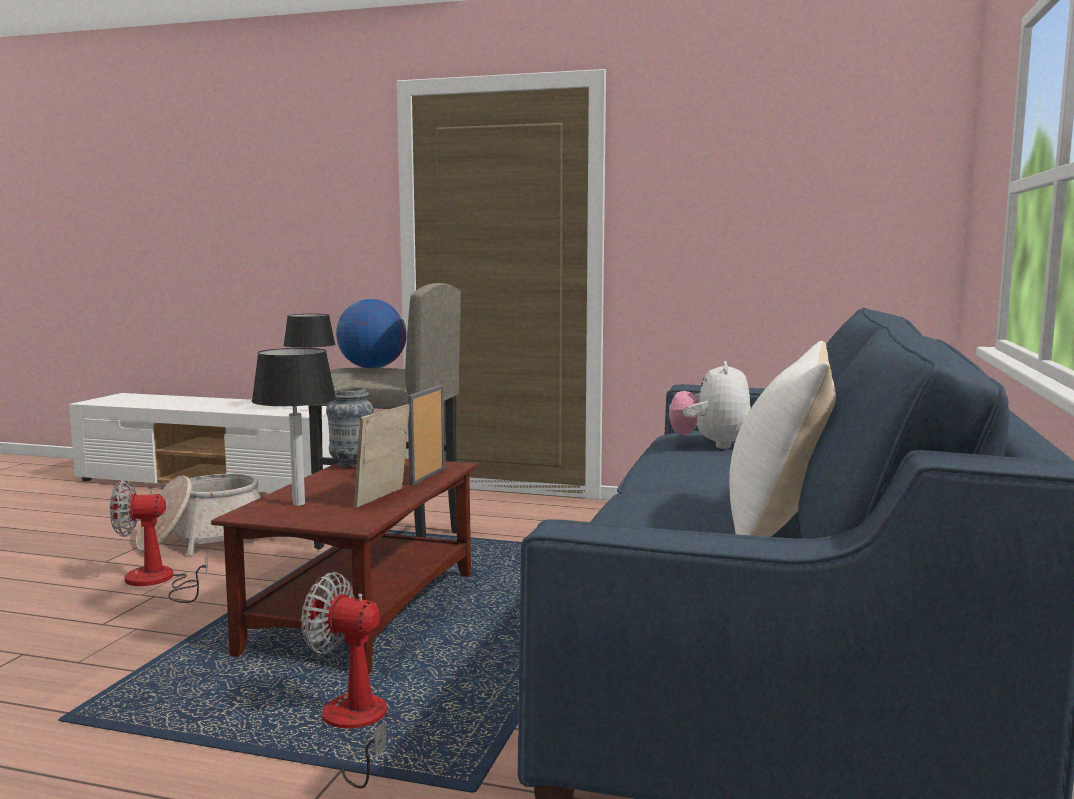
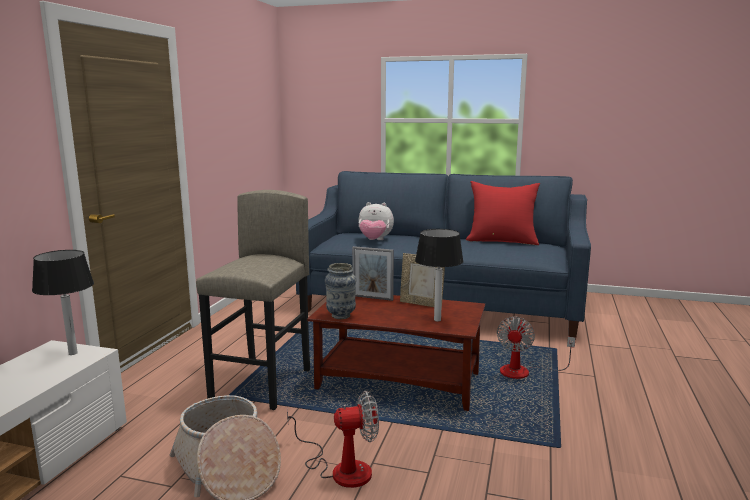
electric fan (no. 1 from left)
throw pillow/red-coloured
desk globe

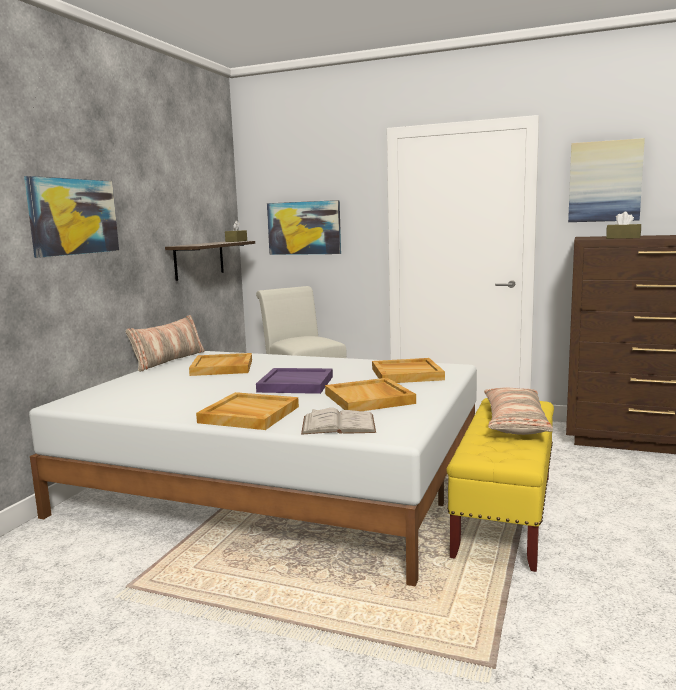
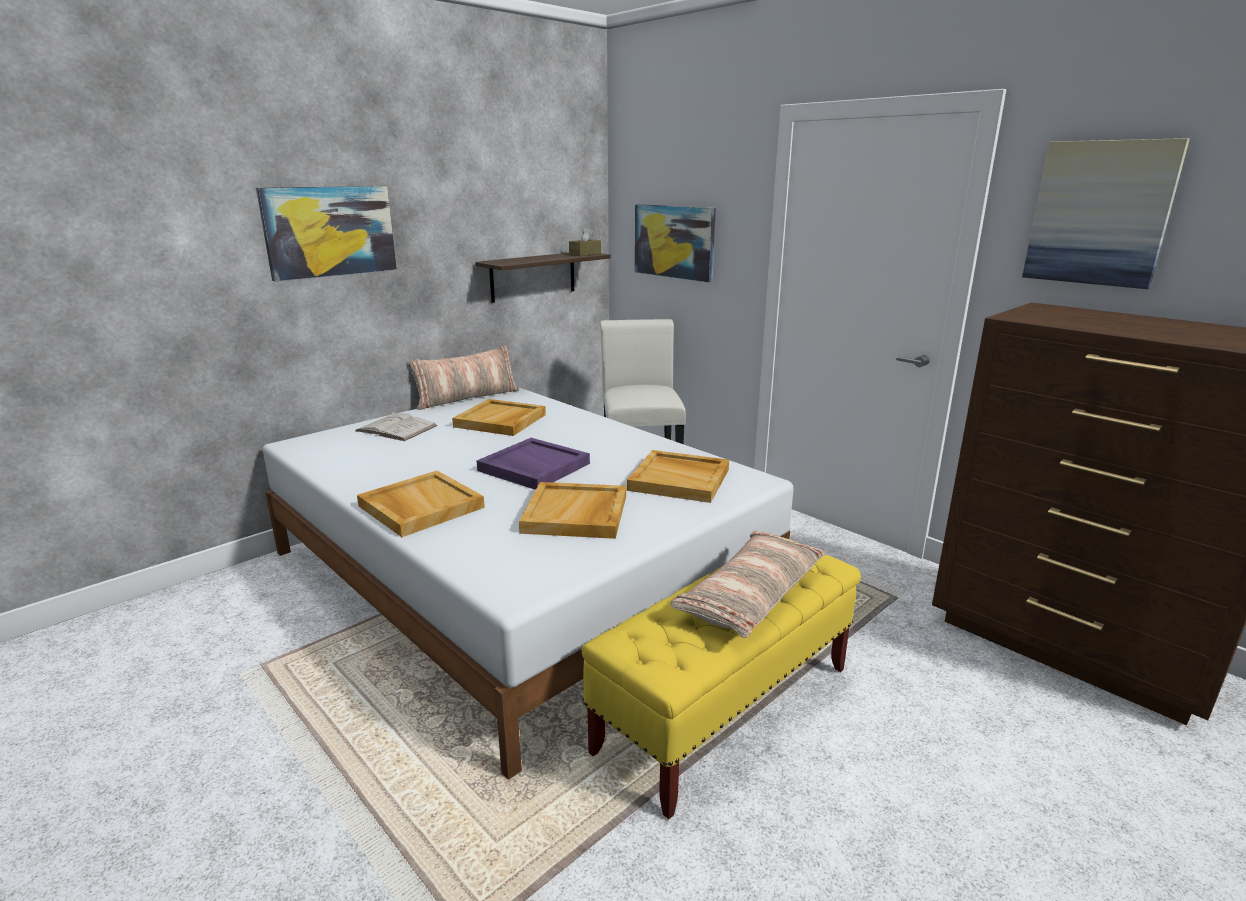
bound book/white-coloured
tissue box/brown (no. 2 from left in the first image)

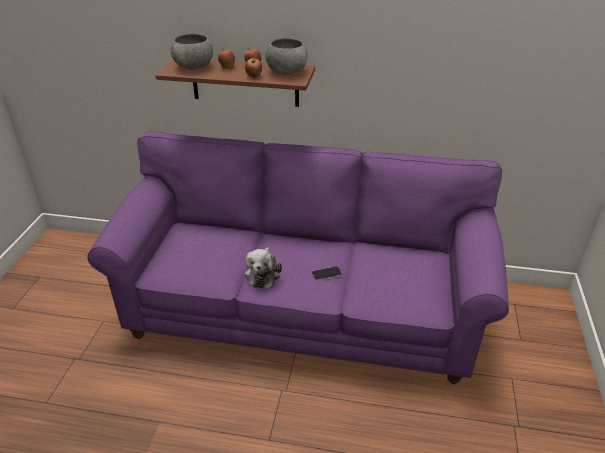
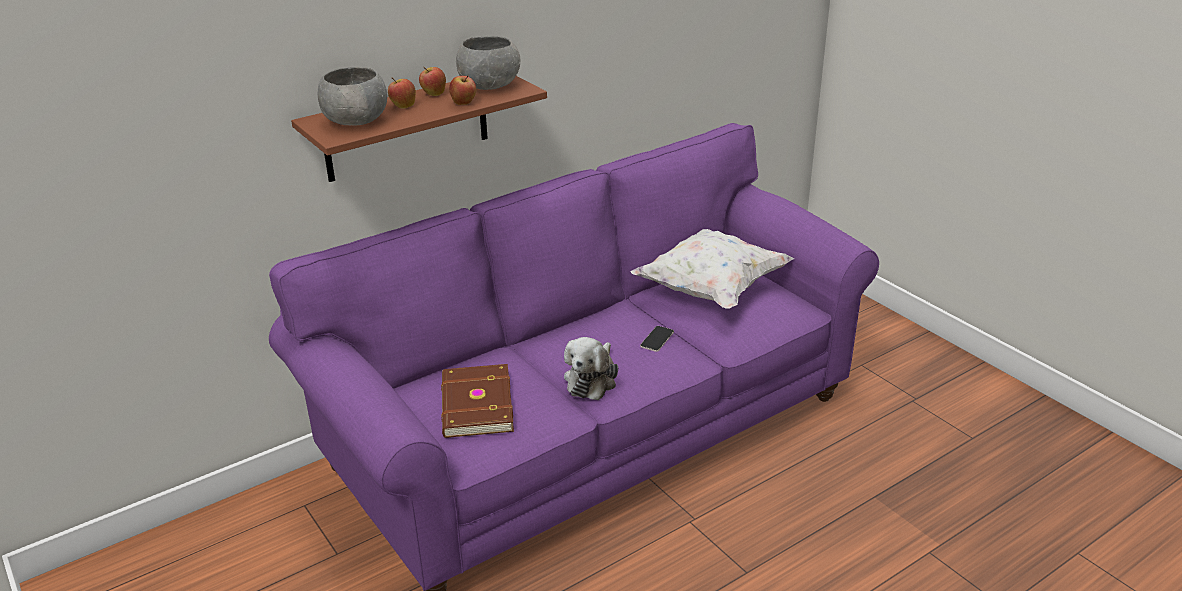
bound book/brown
cuddly toy
throw pillow/white-coloured

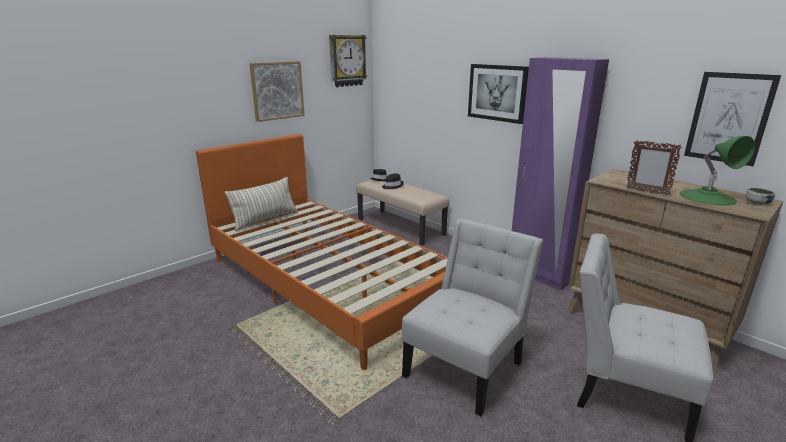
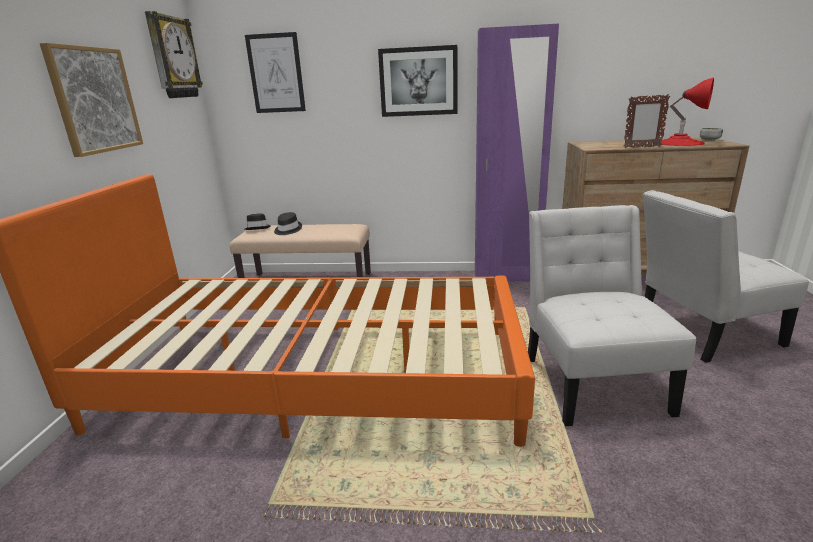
wall art (no. 2 from left)
tabletop lamp/red-coloured
throw pillow

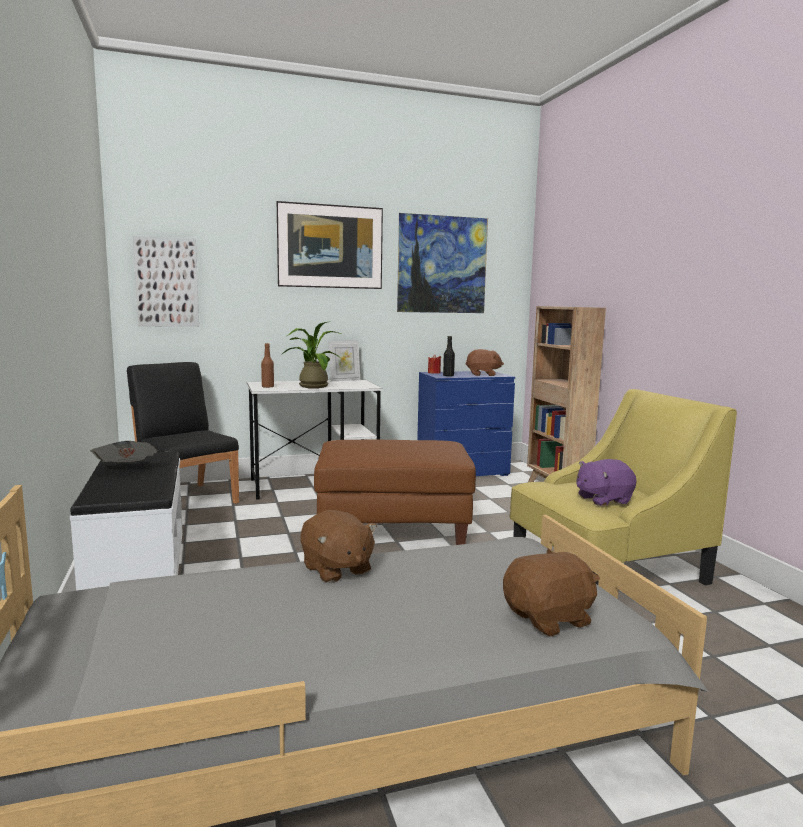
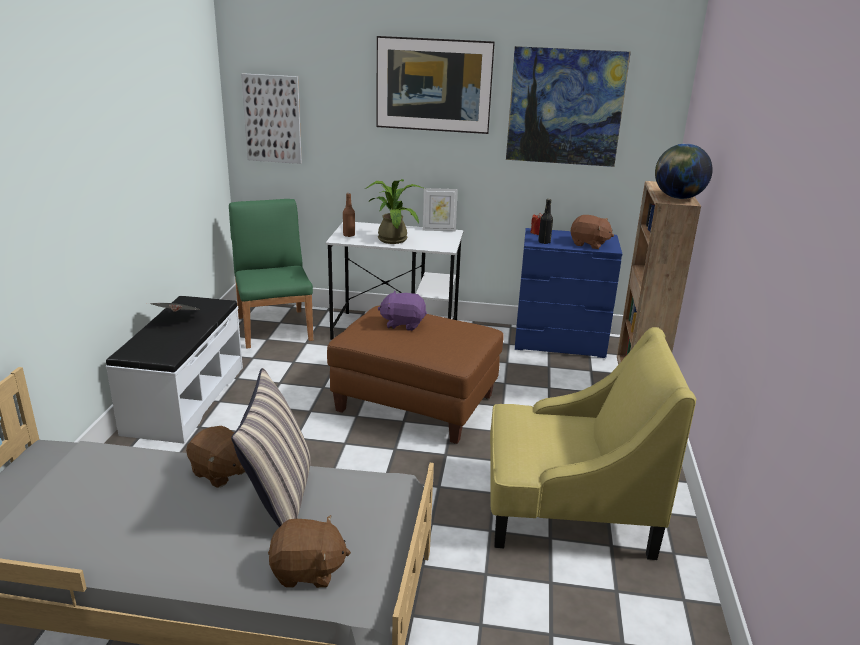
cuddly toy/brown (no. 1 from left)
chair/green-coloured
throw pillow
cuddly toy/purple-coloured
desk globe

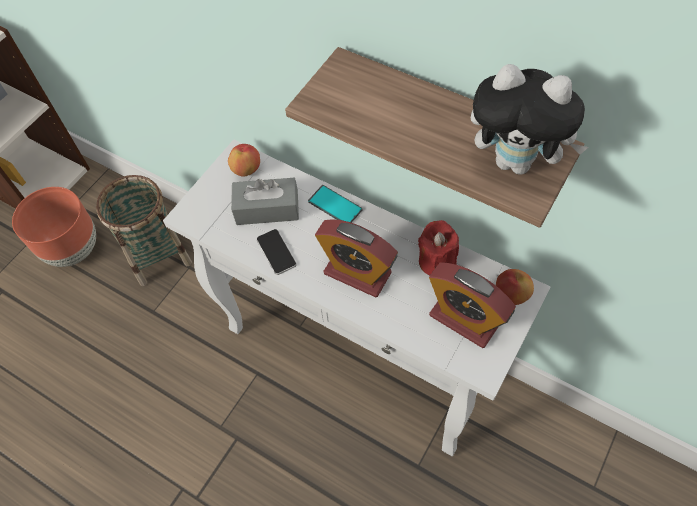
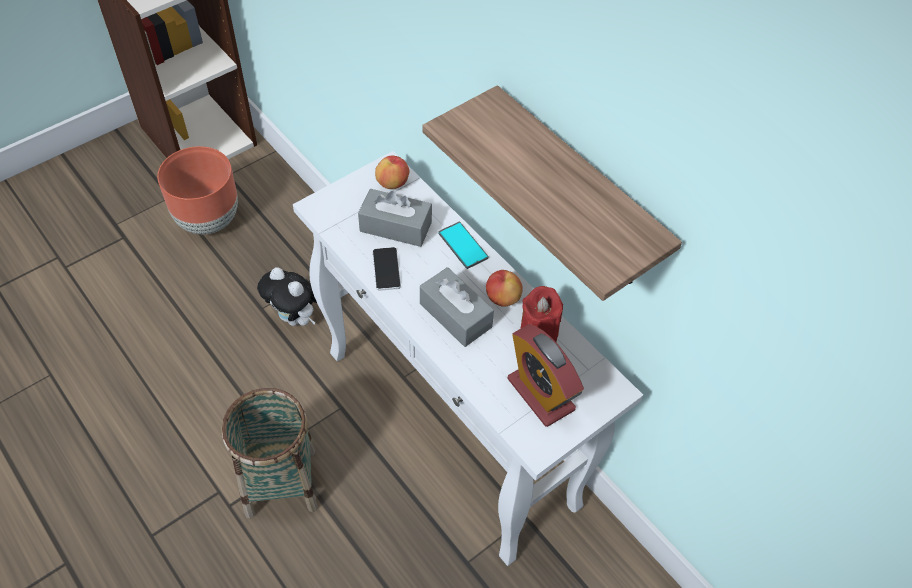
storage basket
cuddly toy
tissue box/greyish (no. 2 from left)
whole apple (no. 2 from left)

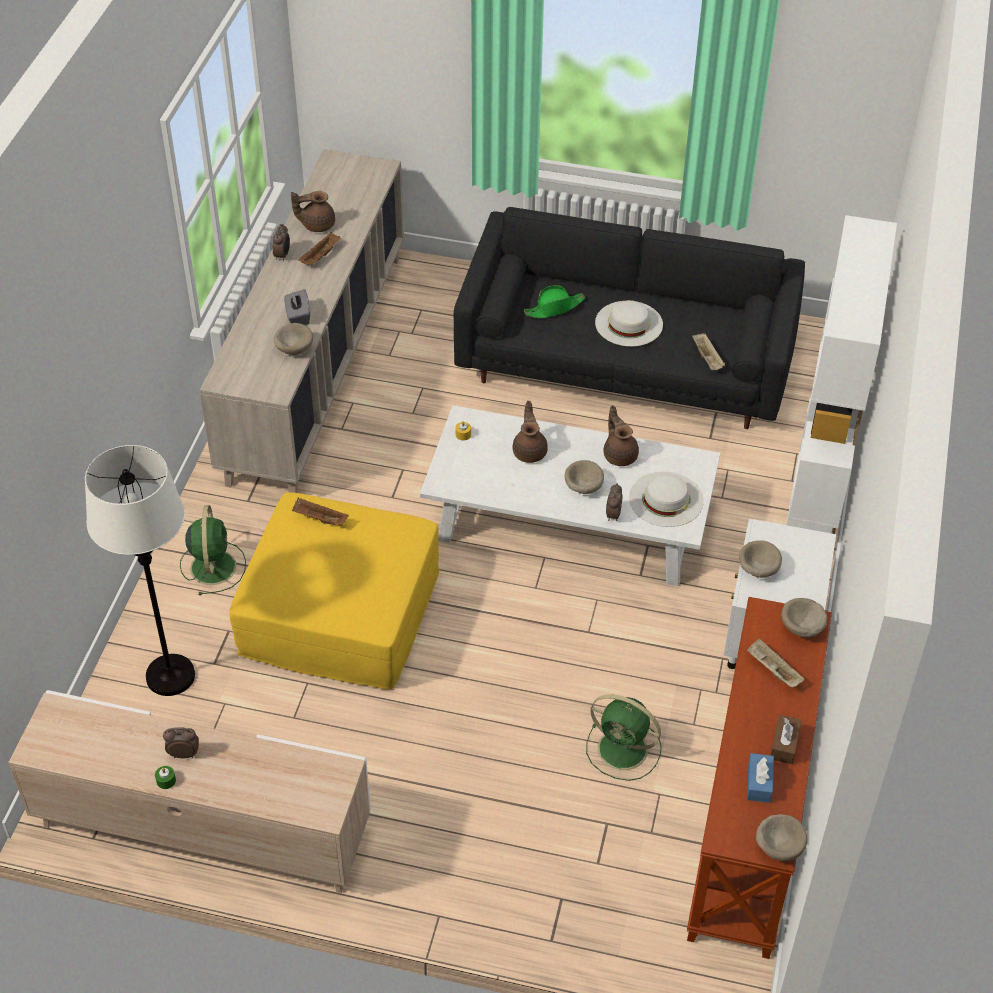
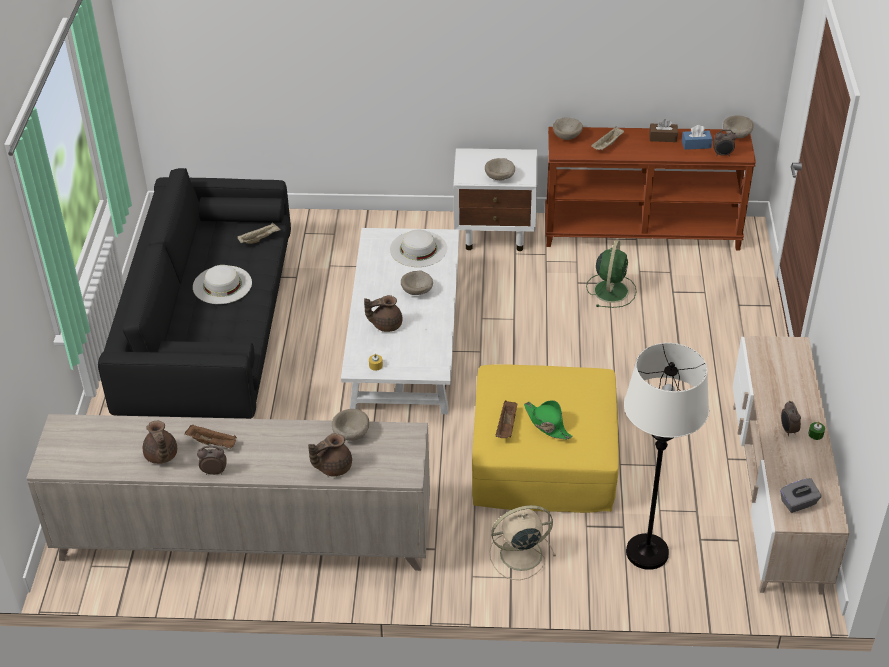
teapot/brown (no. 2 from left)
electric fan/sand-coloured
wearable hat/green-coloured
table clock (no. 2 from left)
tissue box/greyish
bookcase/white-coloured

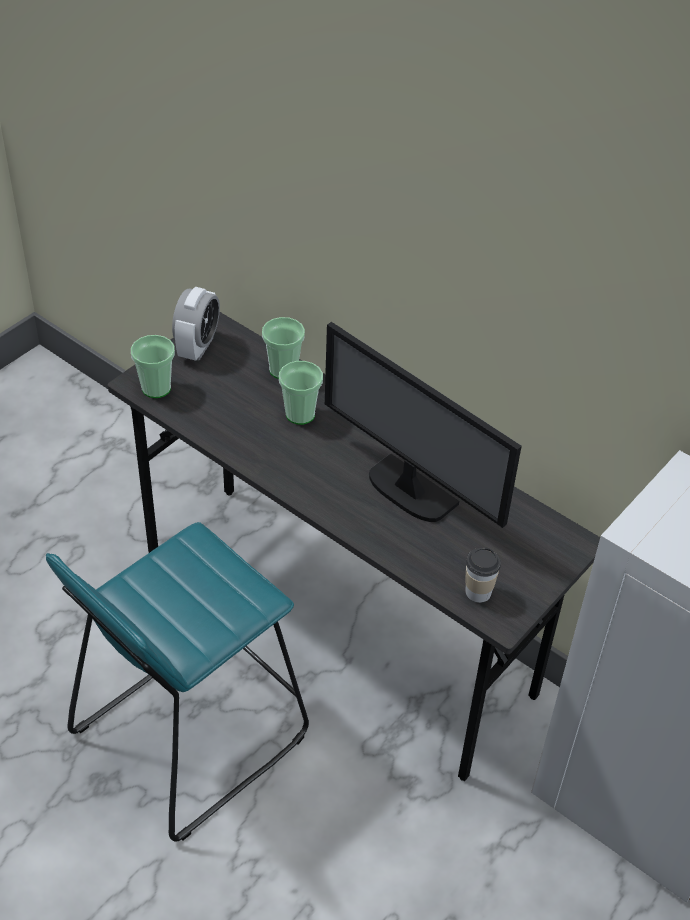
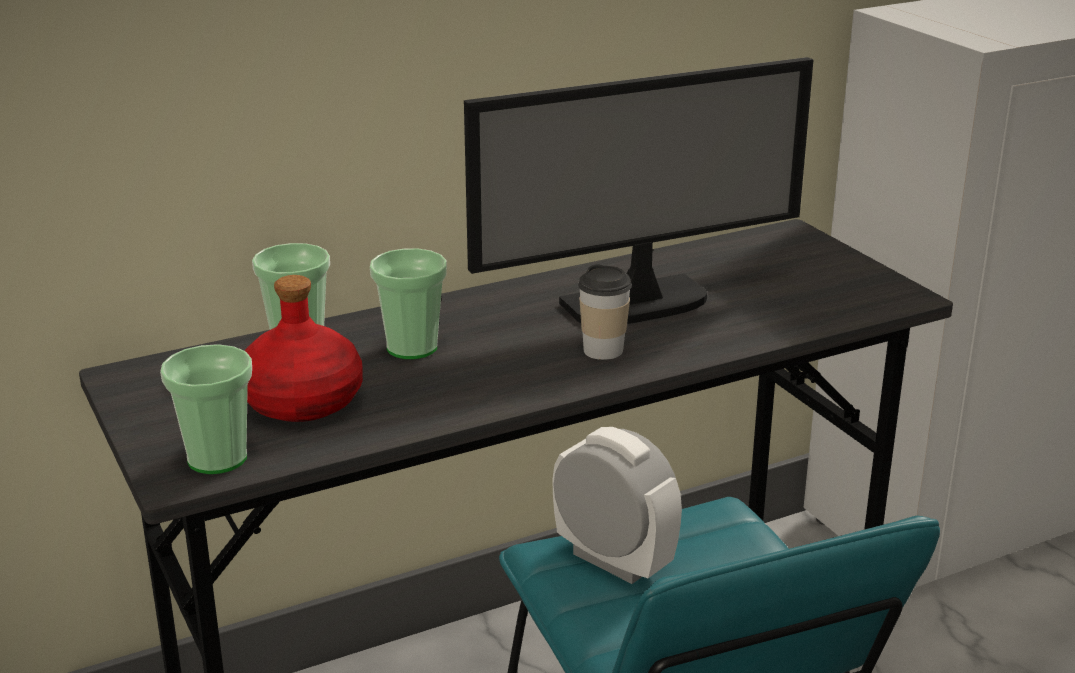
drink bottle/red-coloured
table clock
drinking cup (no. 4 from left)

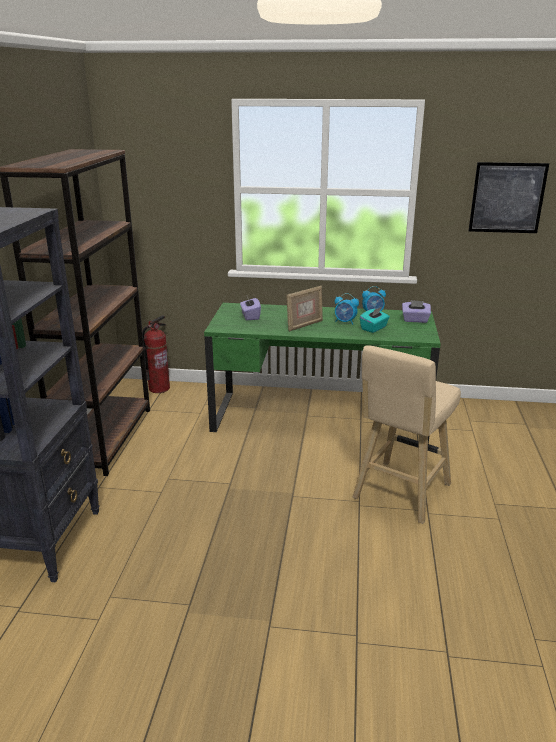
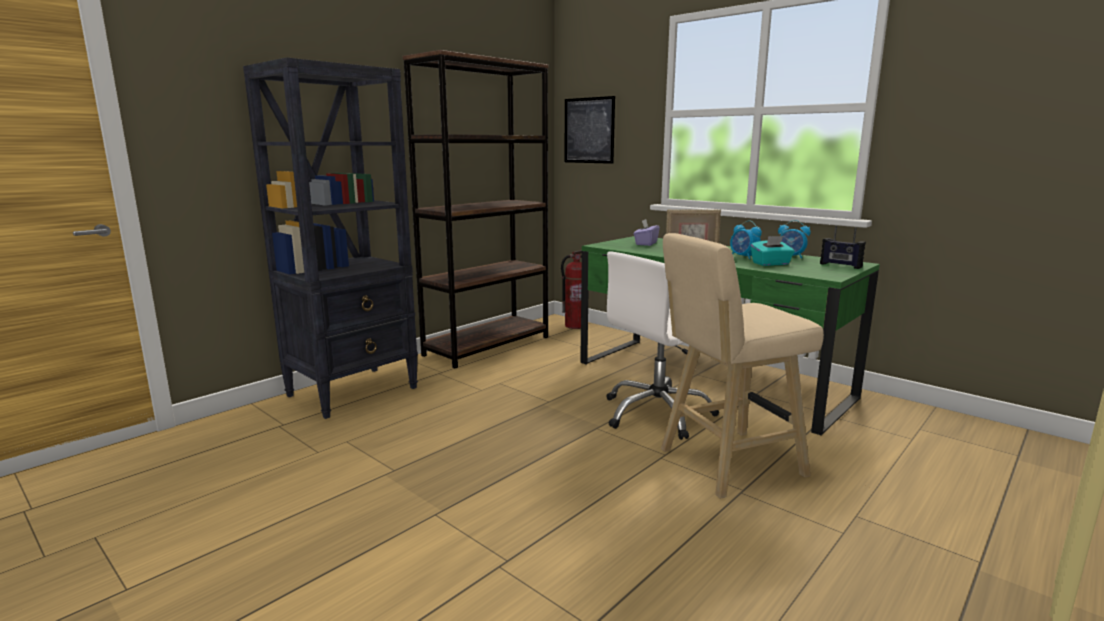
wall art
office chair/white-coloured
radio

